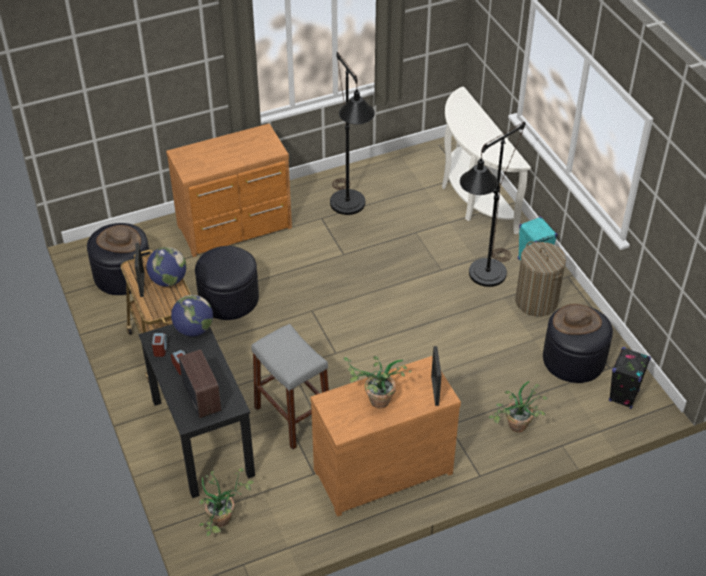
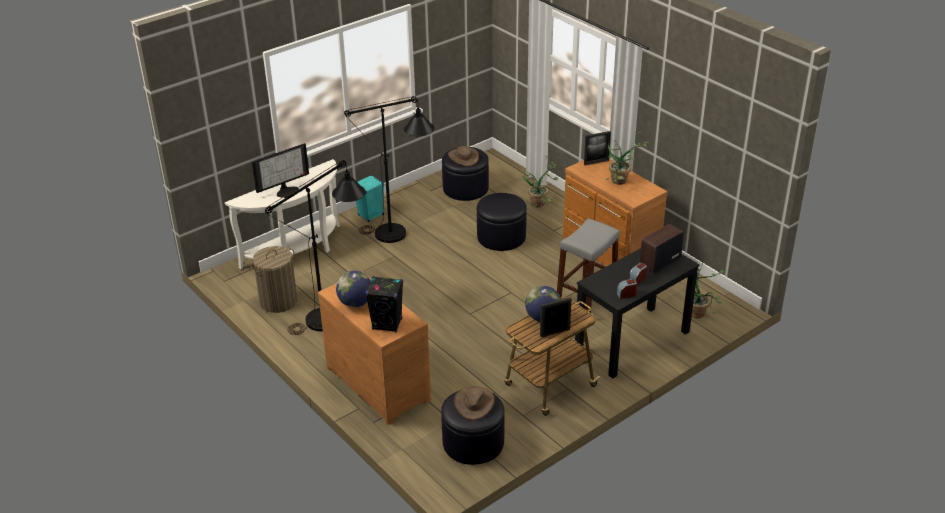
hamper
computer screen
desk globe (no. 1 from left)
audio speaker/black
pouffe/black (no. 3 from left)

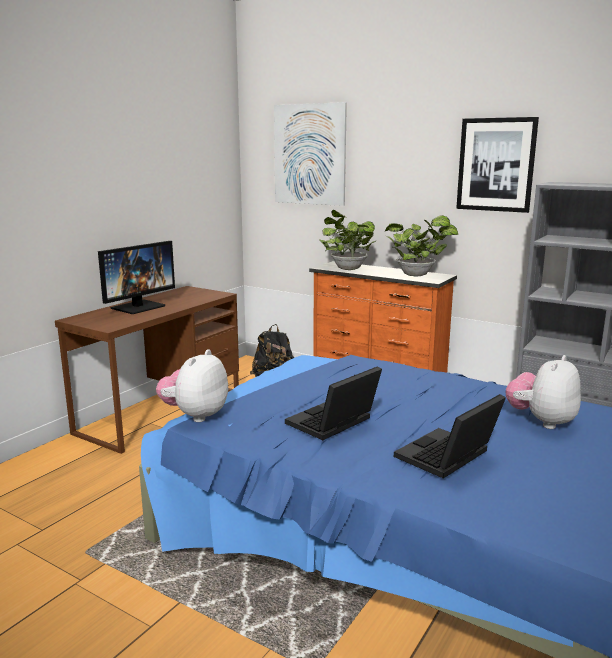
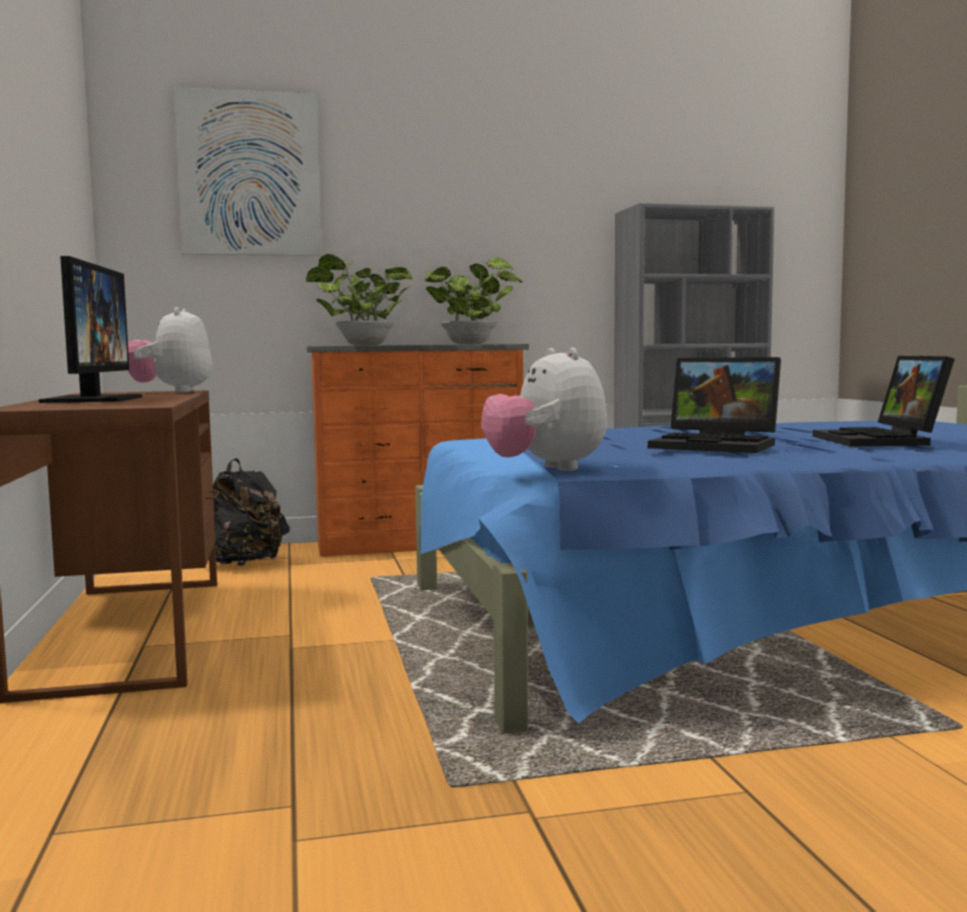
cuddly toy (no. 1 from left)
laptop (no. 1 from left)
wall art (no. 2 from left in the first image)

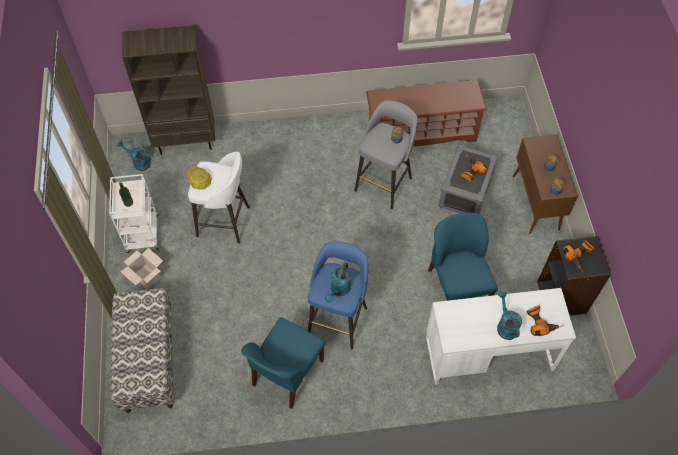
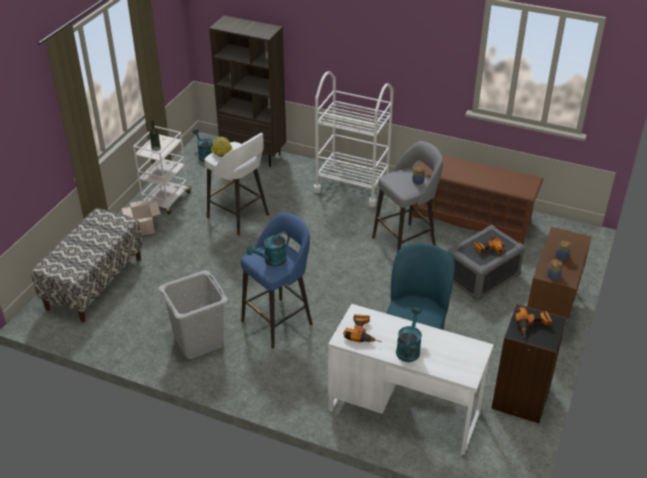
hamper/greyish
cart/white-coloured (no. 2 from left)
power drill (no. 1 from left)

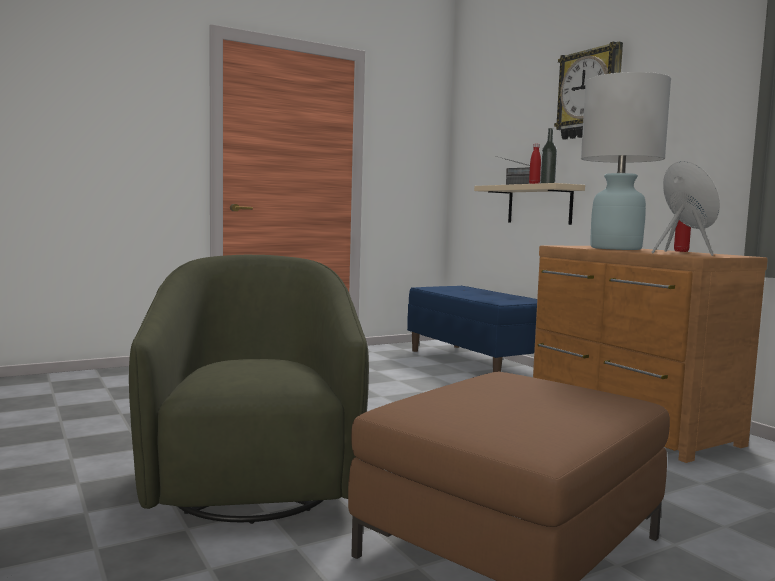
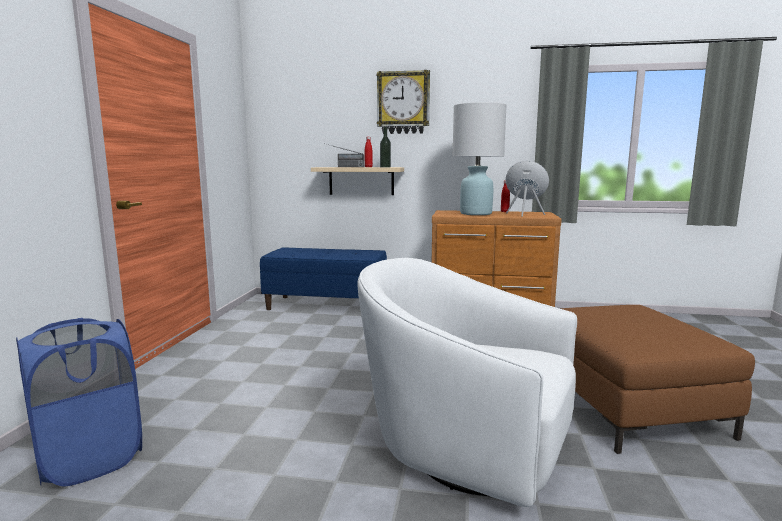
hamper/blue
armchair/white-coloured

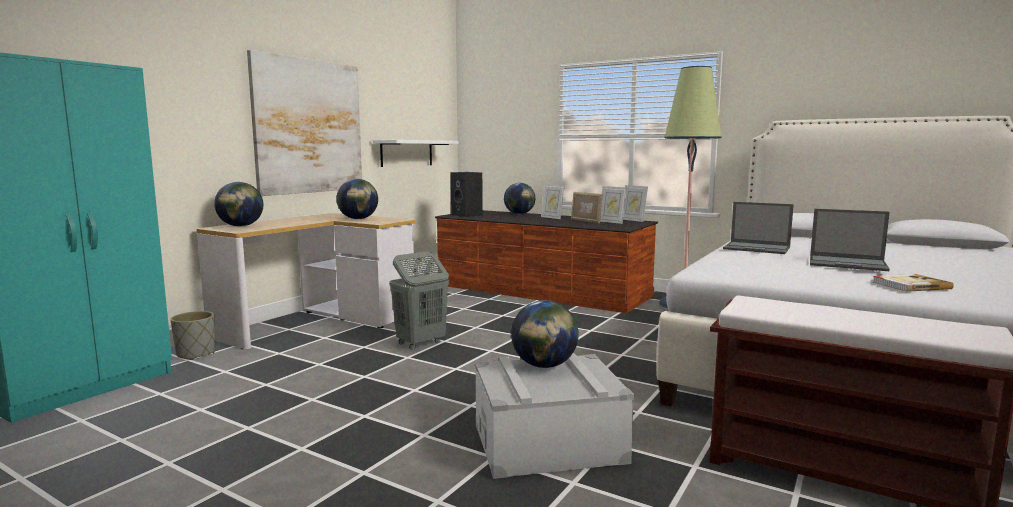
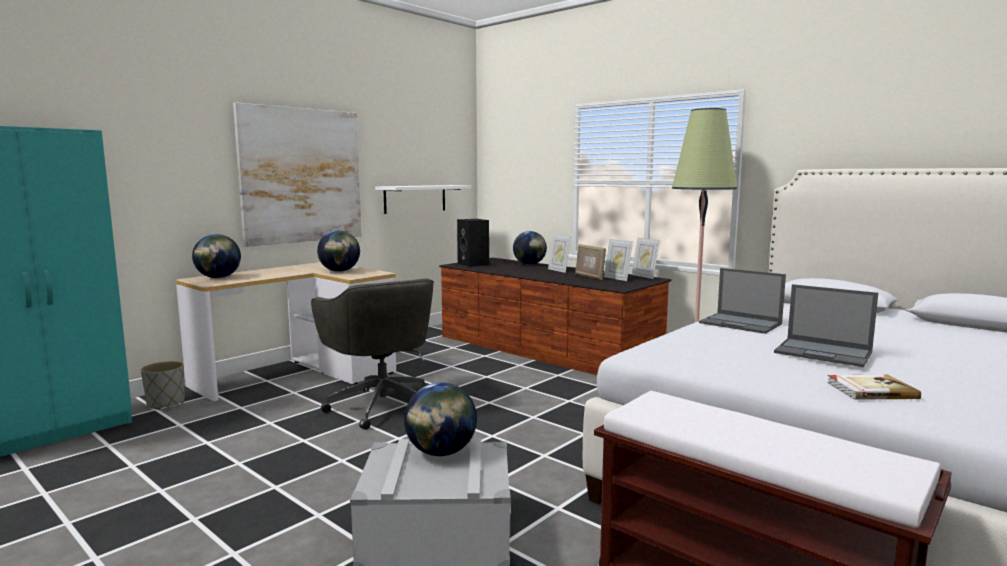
office chair/greyish

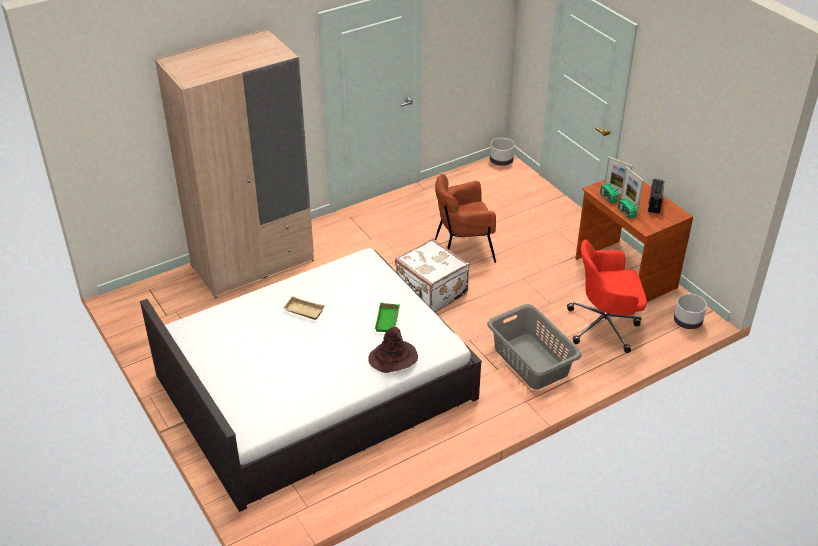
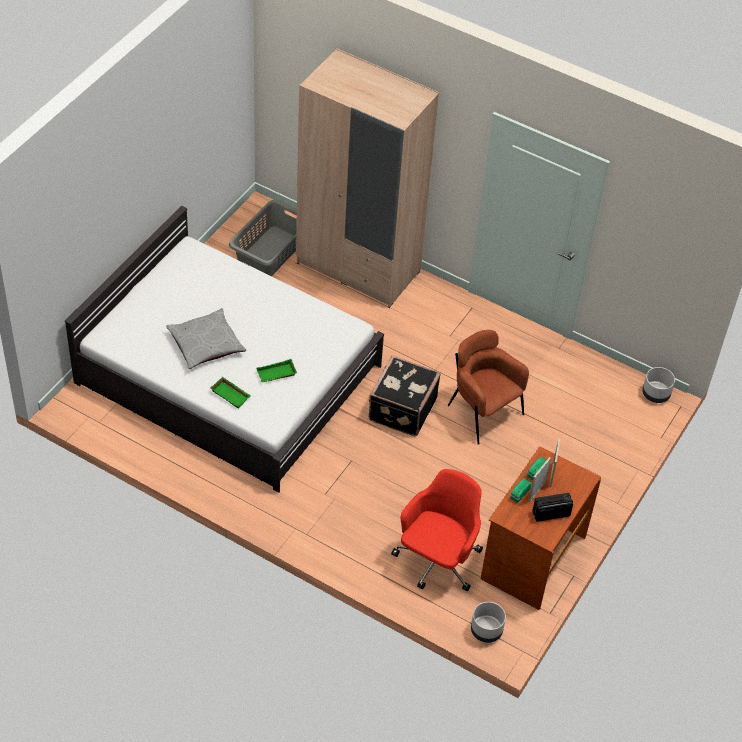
throw pillow/greyish
carrying tray/green-coloured (no. 1 from left)
hamper/greyish
travel case/black
office chair/red-coloured
carrying tray/sand-coloured

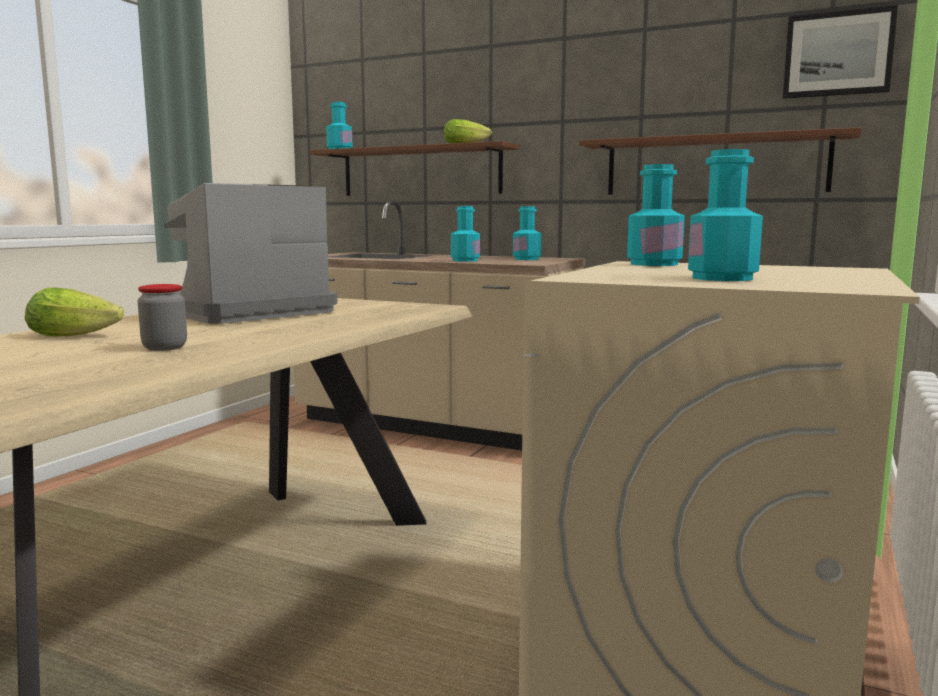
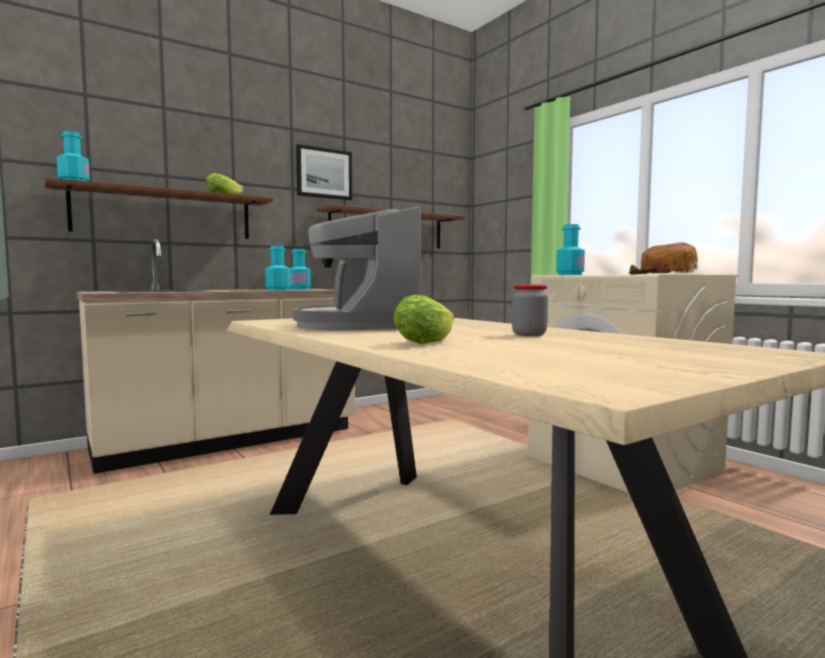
wall art
bread

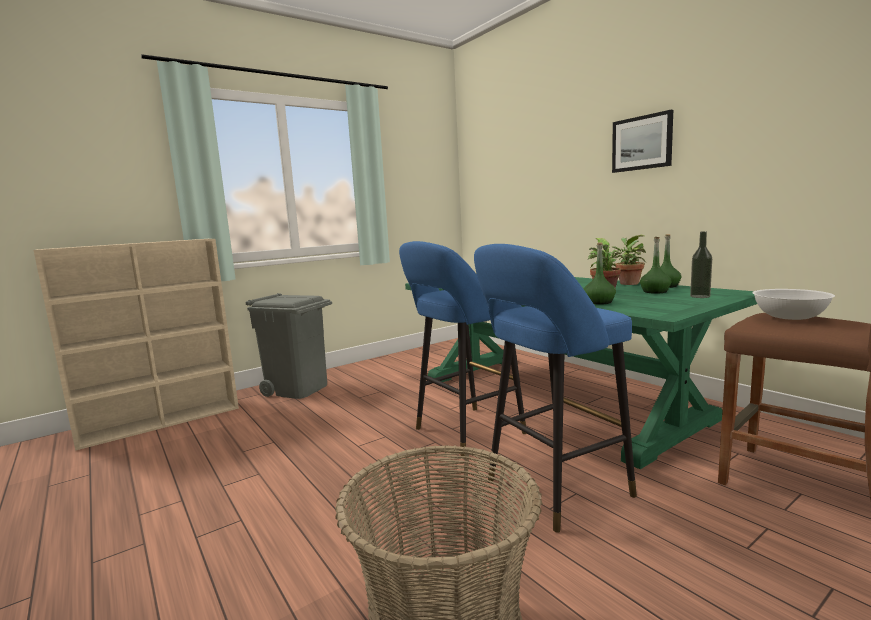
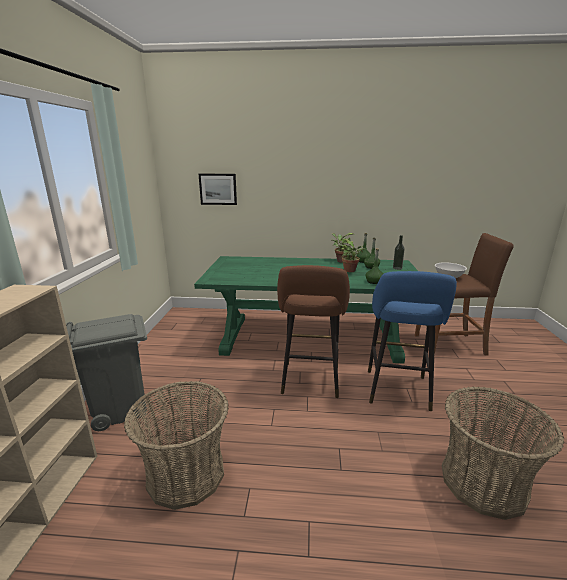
storage basket (no. 1 from left)
wall art
sitting stool/brown (no. 1 from left)

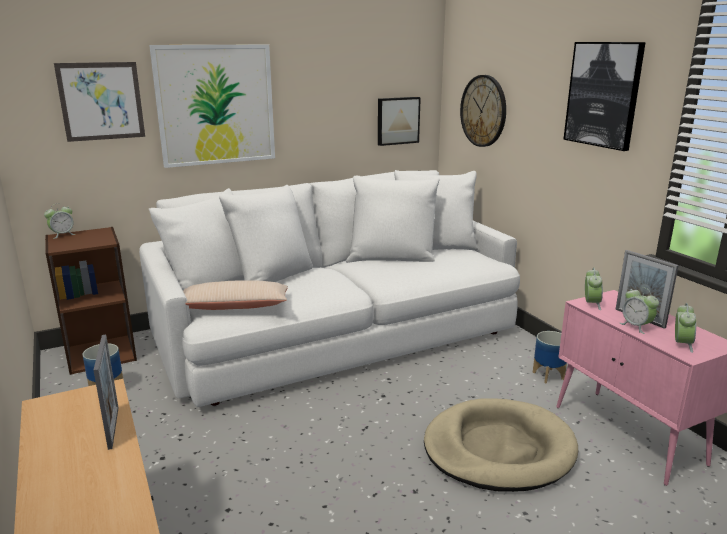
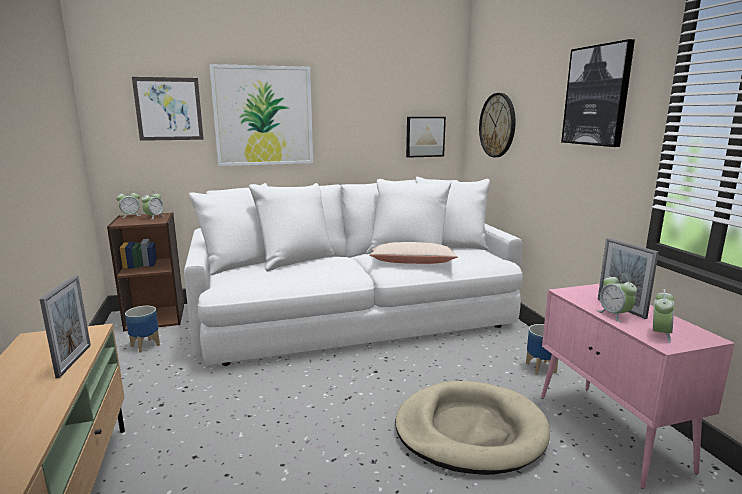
table clock (no. 2 from left)
throw pillow/sand-coloured

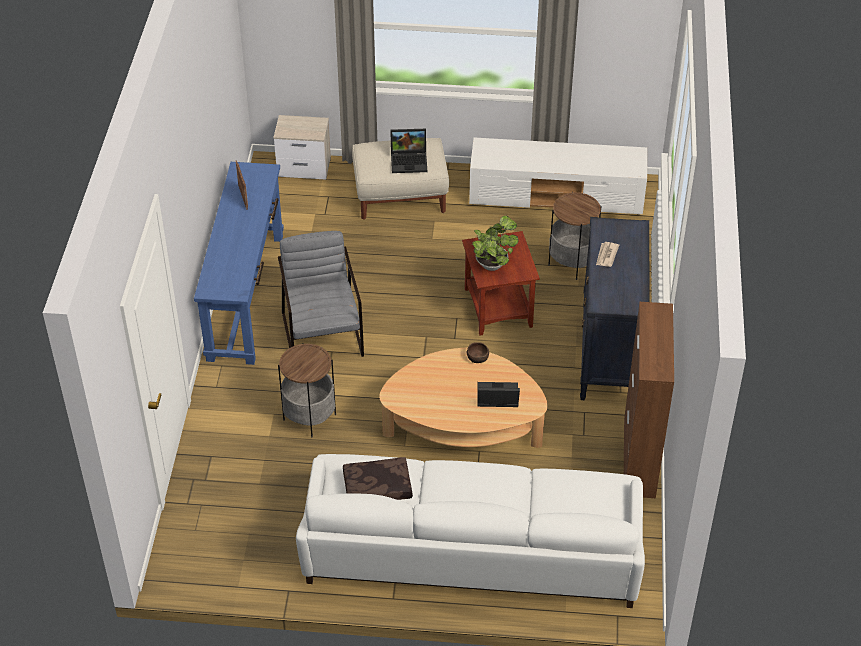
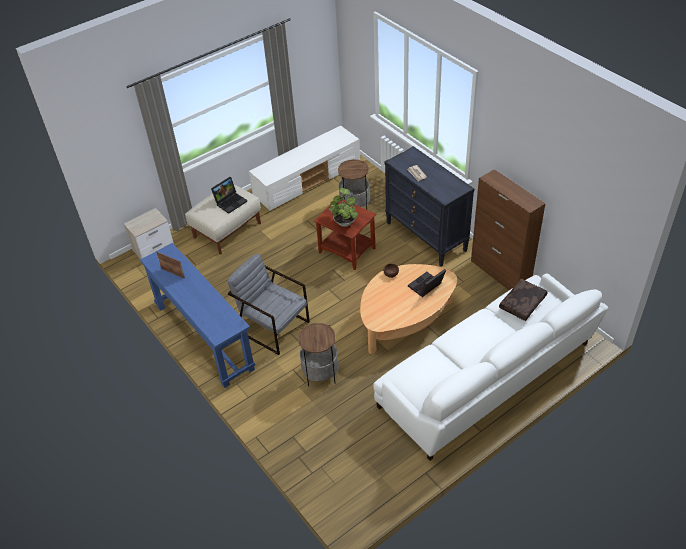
throw pillow/brown

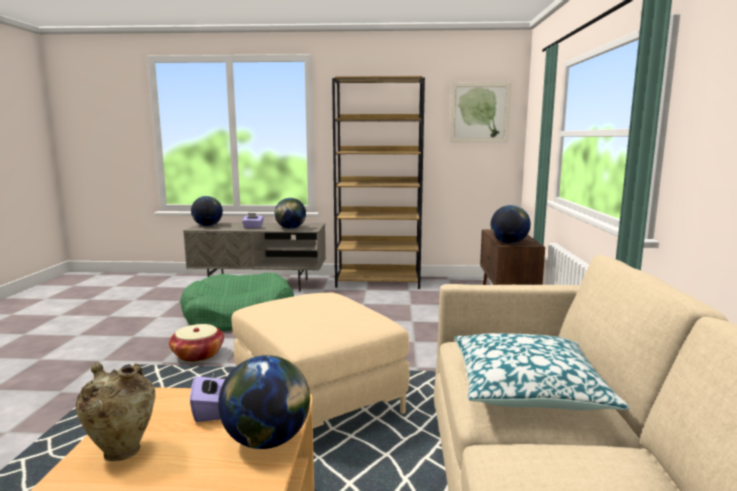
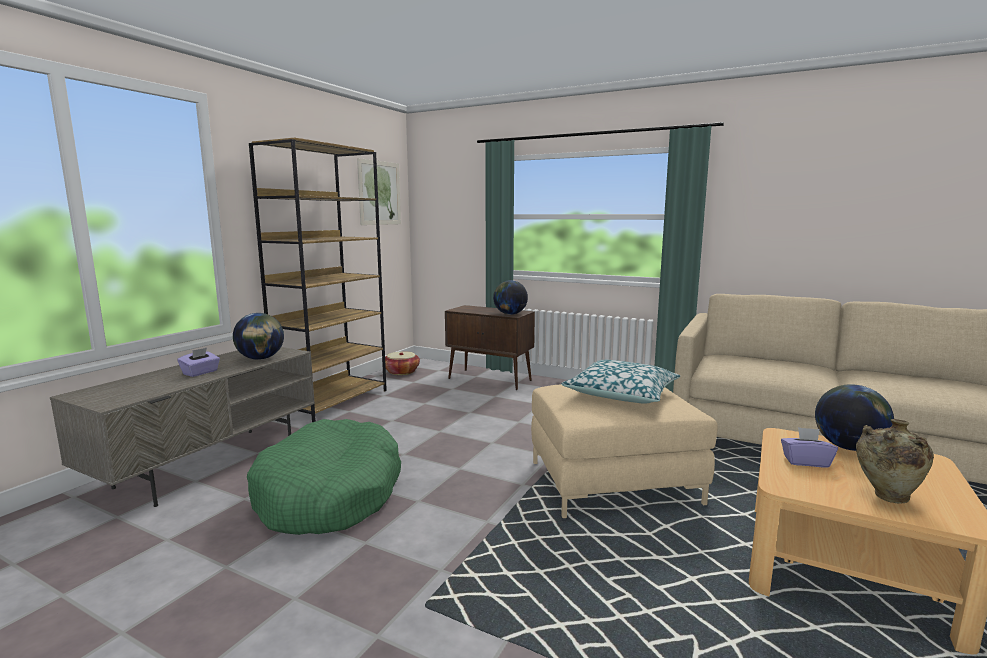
storage basket
throw pillow
desk globe (no. 1 from left in the first image)

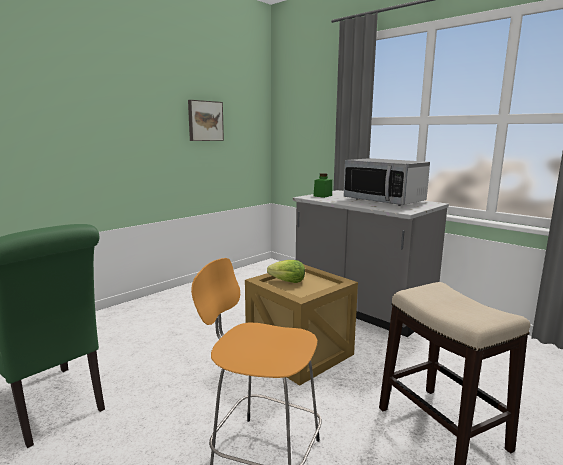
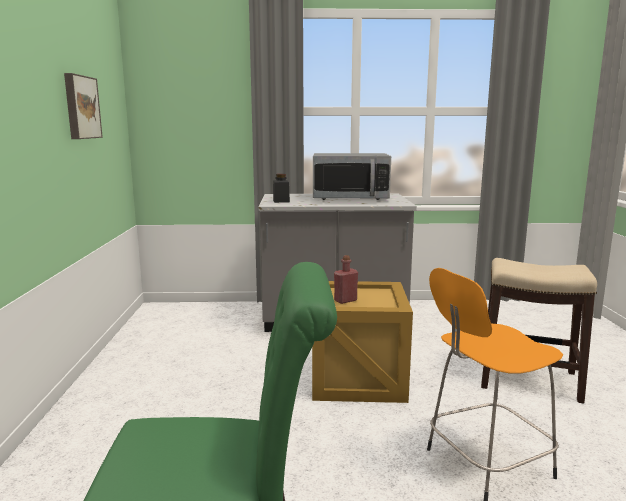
preserve jar/black
drink bottle/red-coloured

